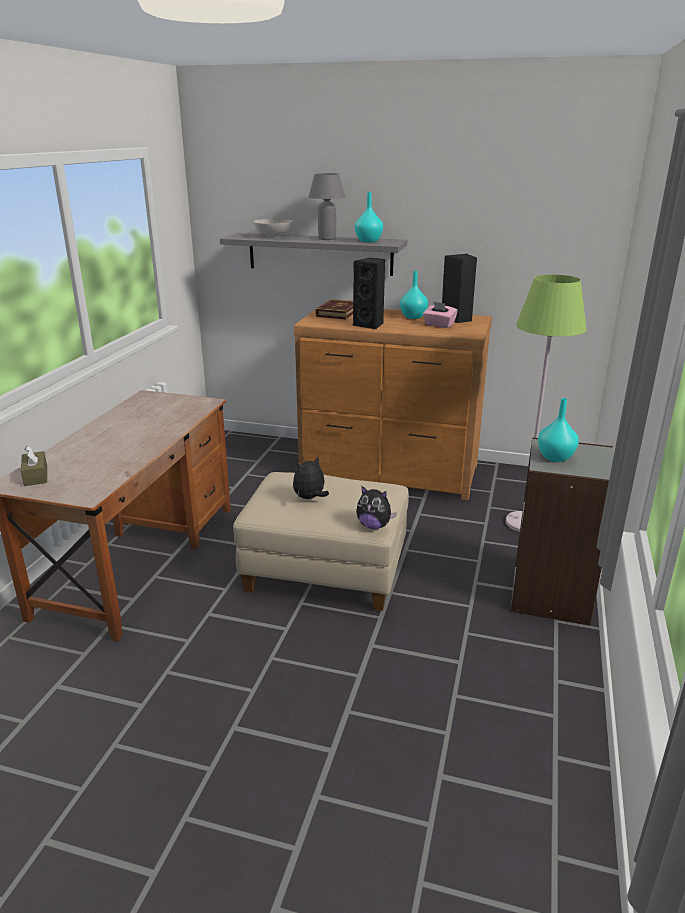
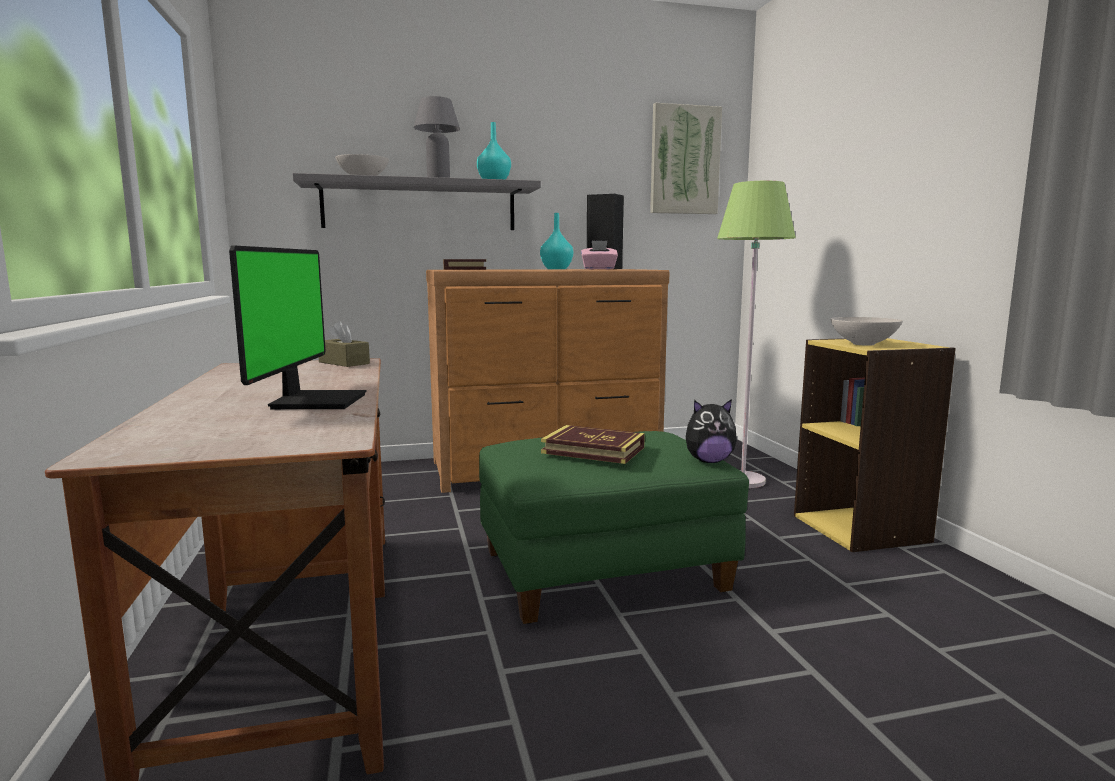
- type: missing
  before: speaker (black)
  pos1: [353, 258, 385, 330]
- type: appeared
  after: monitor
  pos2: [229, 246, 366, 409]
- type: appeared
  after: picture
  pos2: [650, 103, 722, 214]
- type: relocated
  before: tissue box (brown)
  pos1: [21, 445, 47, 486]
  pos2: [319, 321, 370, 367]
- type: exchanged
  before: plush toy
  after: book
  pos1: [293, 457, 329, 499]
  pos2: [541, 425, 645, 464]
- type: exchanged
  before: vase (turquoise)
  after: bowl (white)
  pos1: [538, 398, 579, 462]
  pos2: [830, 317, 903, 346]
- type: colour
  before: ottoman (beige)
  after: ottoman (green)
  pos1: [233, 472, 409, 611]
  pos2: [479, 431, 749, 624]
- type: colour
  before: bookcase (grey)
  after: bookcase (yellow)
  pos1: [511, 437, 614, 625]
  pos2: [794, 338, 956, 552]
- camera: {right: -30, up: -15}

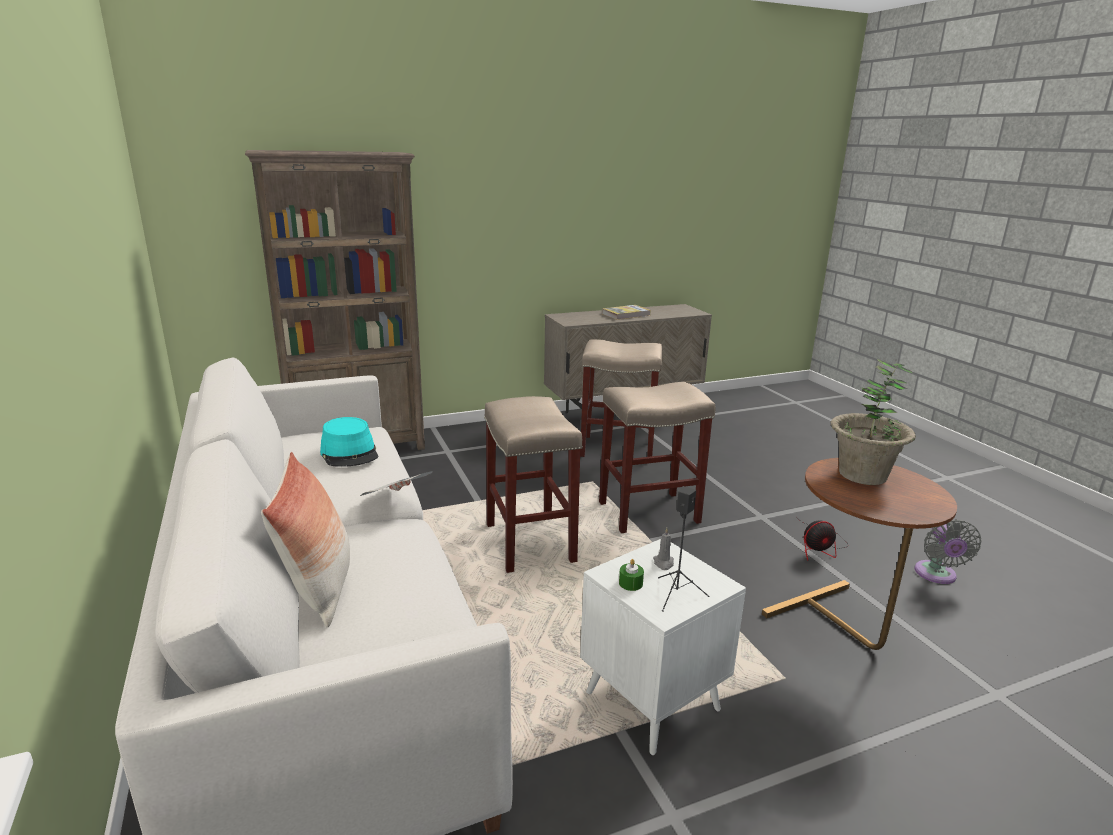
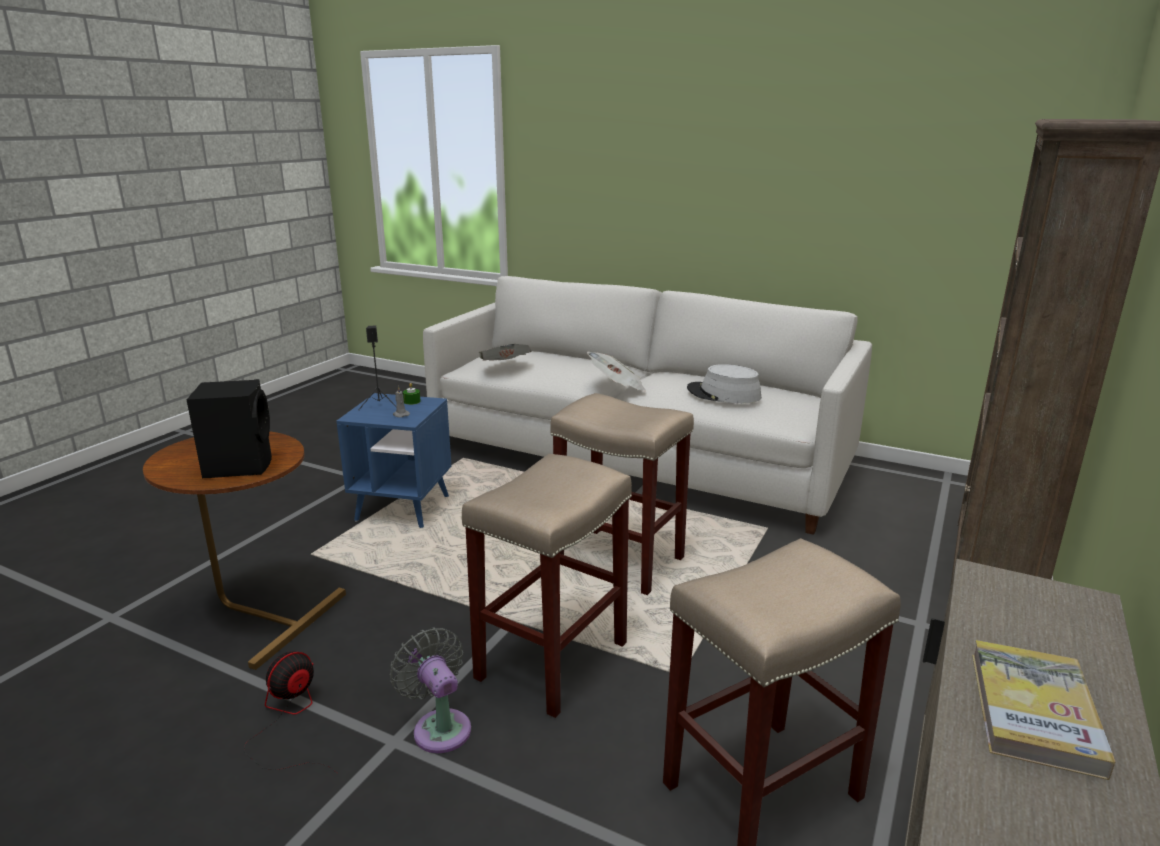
- type: missing
  before: pillow
  pos1: [261, 452, 350, 628]
- type: appeared
  after: newspaper
  pos2: [479, 344, 532, 361]
- type: relocated
  before: fan (grey)
  pos1: [914, 519, 982, 584]
  pos2: [390, 627, 471, 753]
- type: exchanged
  before: potted plant
  after: speaker (black)
  pos1: [830, 358, 916, 485]
  pos2: [187, 379, 272, 478]
- type: colour
  before: hat (turquoise)
  after: hat (grey)
  pos1: [320, 417, 378, 467]
  pos2: [687, 364, 761, 403]
- type: colour
  before: side table (white)
  after: side table (blue)
  pos1: [580, 539, 746, 755]
  pos2: [336, 393, 451, 528]
- camera: {right: 140, up: 0}

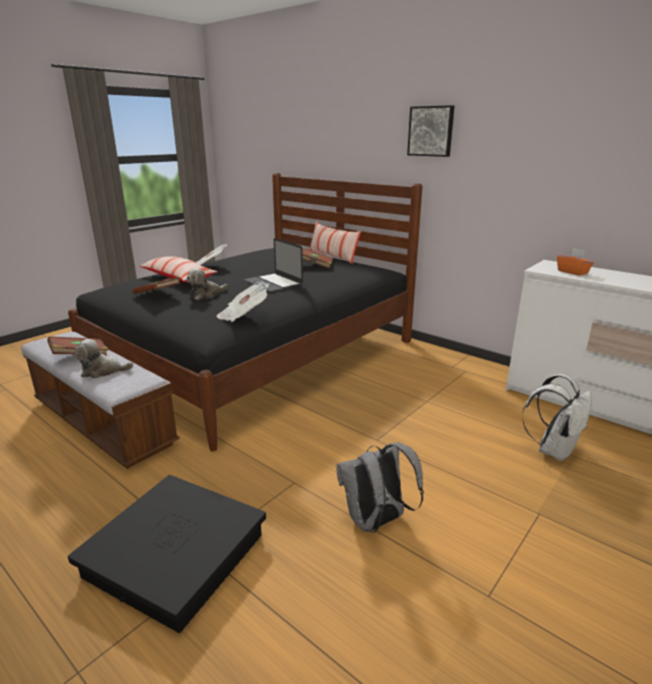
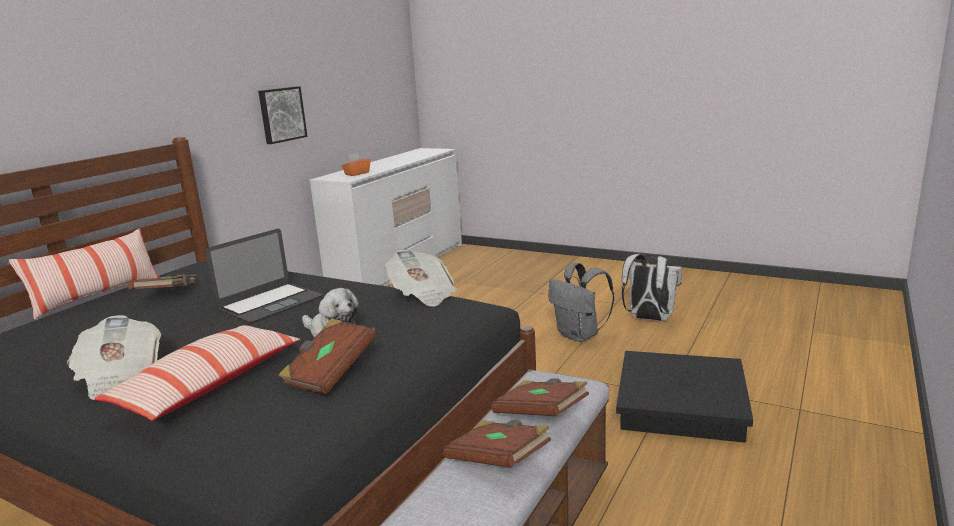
- type: relocated
  before: picture
  pos1: [407, 105, 454, 157]
  pos2: [258, 86, 307, 144]
- type: relocated
  before: backpack (white)
  pos1: [522, 374, 592, 461]
  pos2: [622, 254, 682, 321]
- type: exchanged
  before: plush toy
  after: book (brown)
  pos1: [74, 339, 133, 378]
  pos2: [491, 378, 589, 416]
- camera: {right: -100, up: -5}

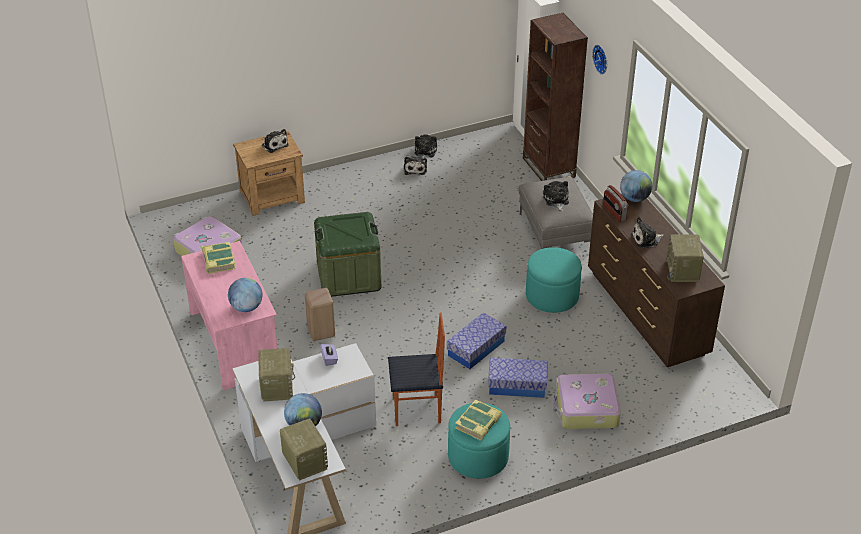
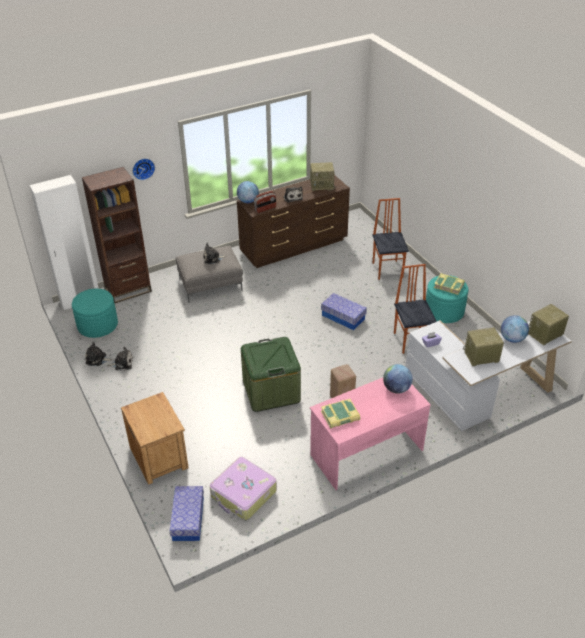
- type: missing
  before: plush toy
  pos1: [262, 129, 289, 153]
- type: relocated
  before: storage box
  pos1: [488, 357, 548, 398]
  pos2: [170, 486, 204, 541]
- type: relocated
  before: ottoman (turquoise)
  pos1: [526, 247, 582, 313]
  pos2: [72, 289, 118, 338]
- type: exchanged
  before: suitcase
  after: chair
  pos1: [553, 373, 621, 429]
  pos2: [373, 198, 409, 280]
- camera: {right: -95, up: 0}

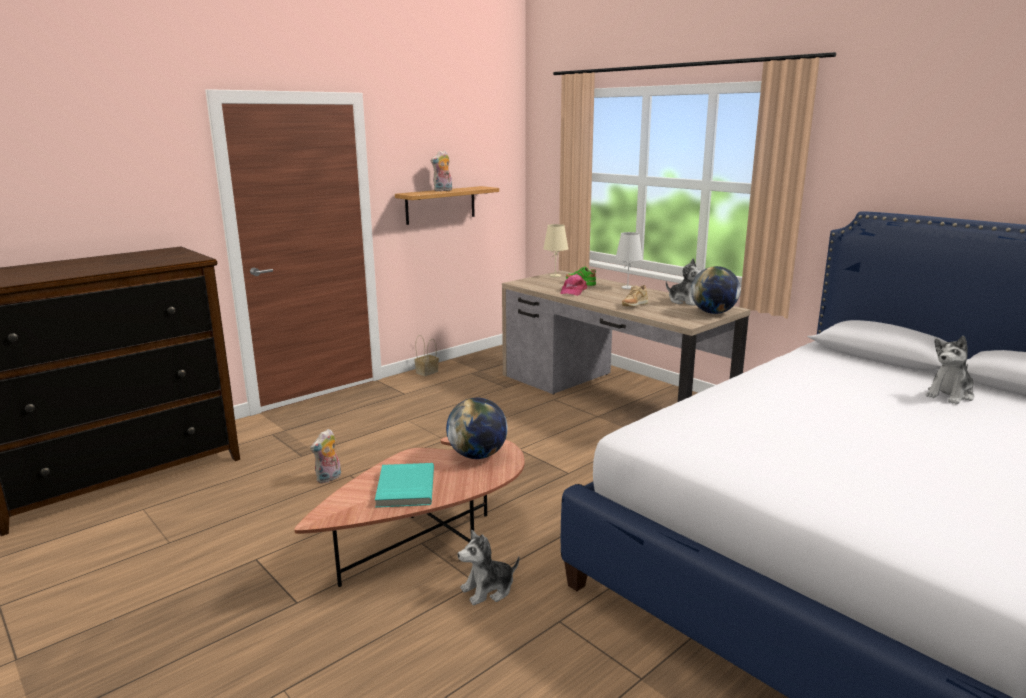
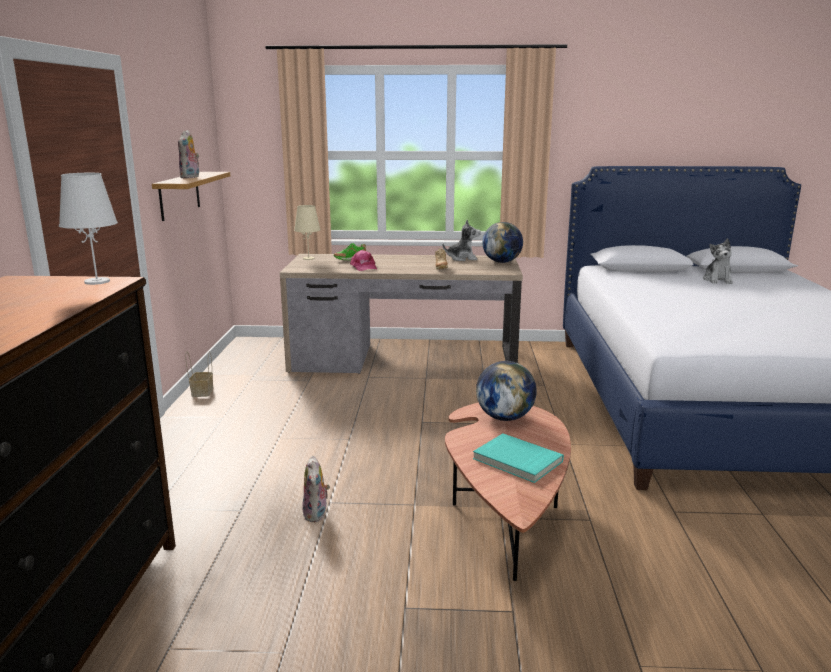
- type: missing
  before: plush toy
  pos1: [458, 530, 519, 605]
- type: relocated
  before: table lamp (white)
  pos1: [615, 232, 643, 289]
  pos2: [59, 173, 118, 285]
- camera: {right: -45, up: 0}

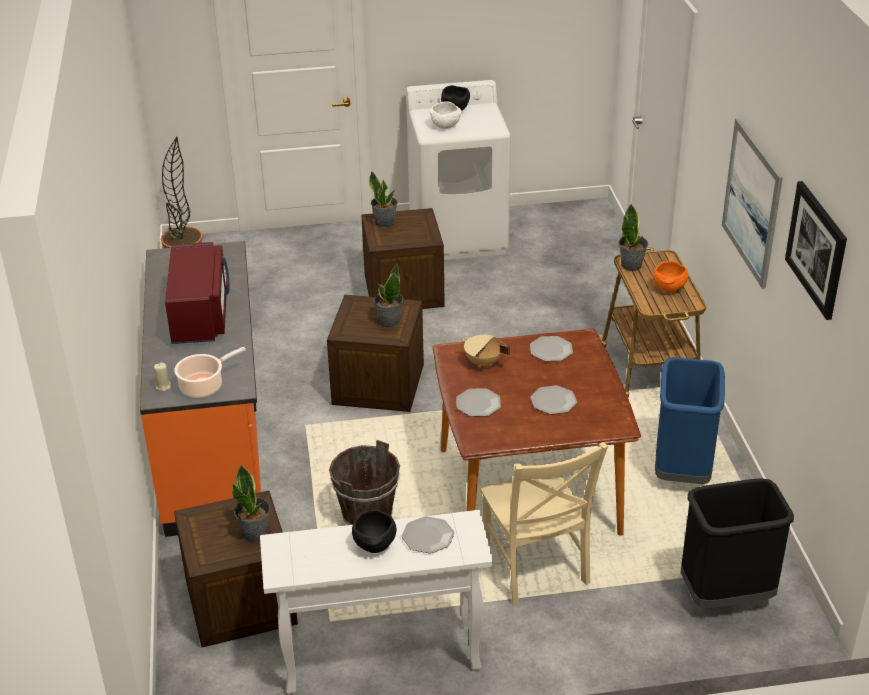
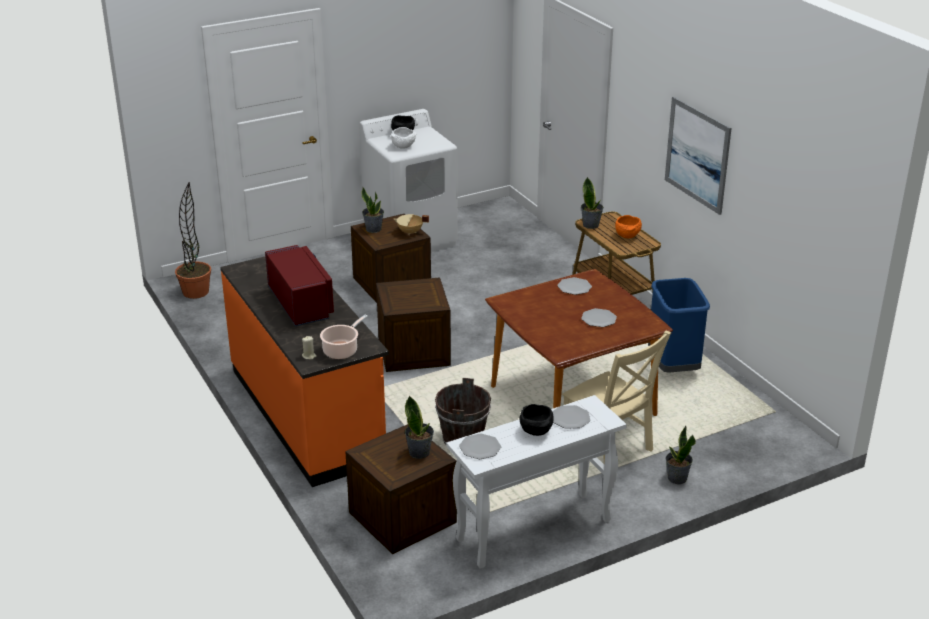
- type: missing
  before: trash can (black)
  pos1: [681, 478, 794, 608]
- type: missing
  before: picture
  pos1: [785, 181, 847, 320]
- type: relocated
  before: potted plant
  pos1: [373, 264, 403, 327]
  pos2: [665, 425, 696, 484]
- type: relocated
  before: plate
  pos1: [456, 388, 501, 416]
  pos2: [459, 434, 501, 459]
- type: relocated
  before: cooking pot (beige)
  pos1: [462, 335, 511, 367]
  pos2: [394, 214, 429, 235]
- camera: {right: -20, up: -5}

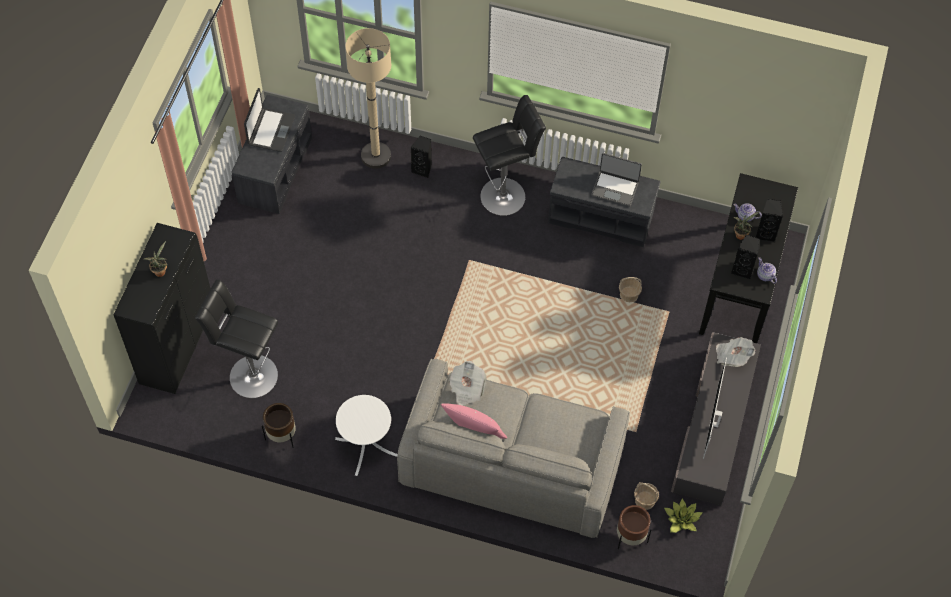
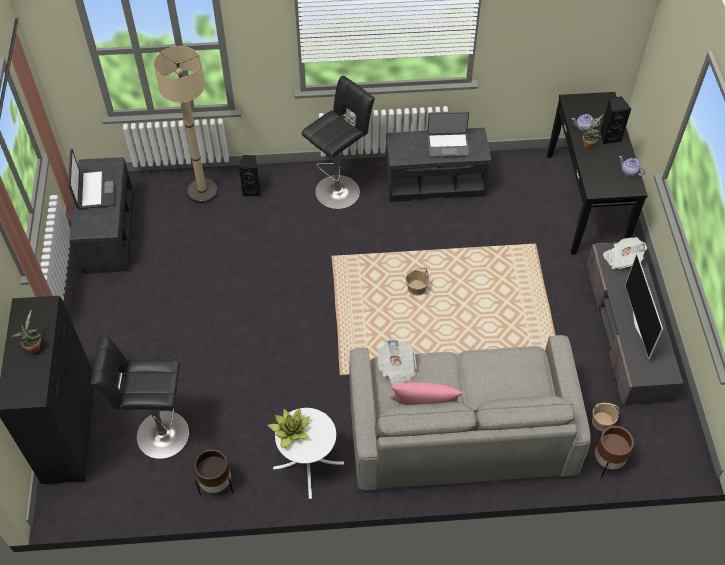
- type: missing
  before: speaker (black)
  pos1: [731, 235, 759, 280]
- type: relocated
  before: basket
  pos1: [619, 277, 642, 302]
  pos2: [406, 267, 429, 296]
- type: relocated
  before: potted plant
  pos1: [664, 499, 703, 533]
  pos2: [268, 408, 310, 448]
- camera: {right: -20, up: -5}

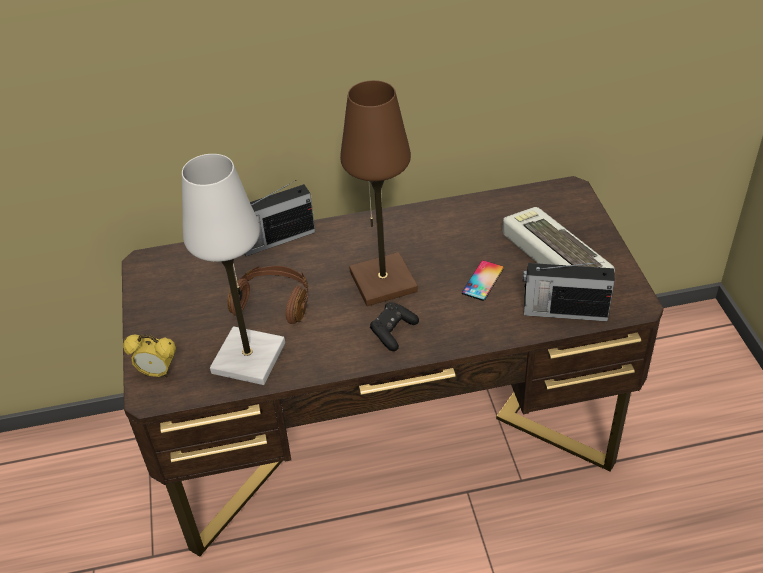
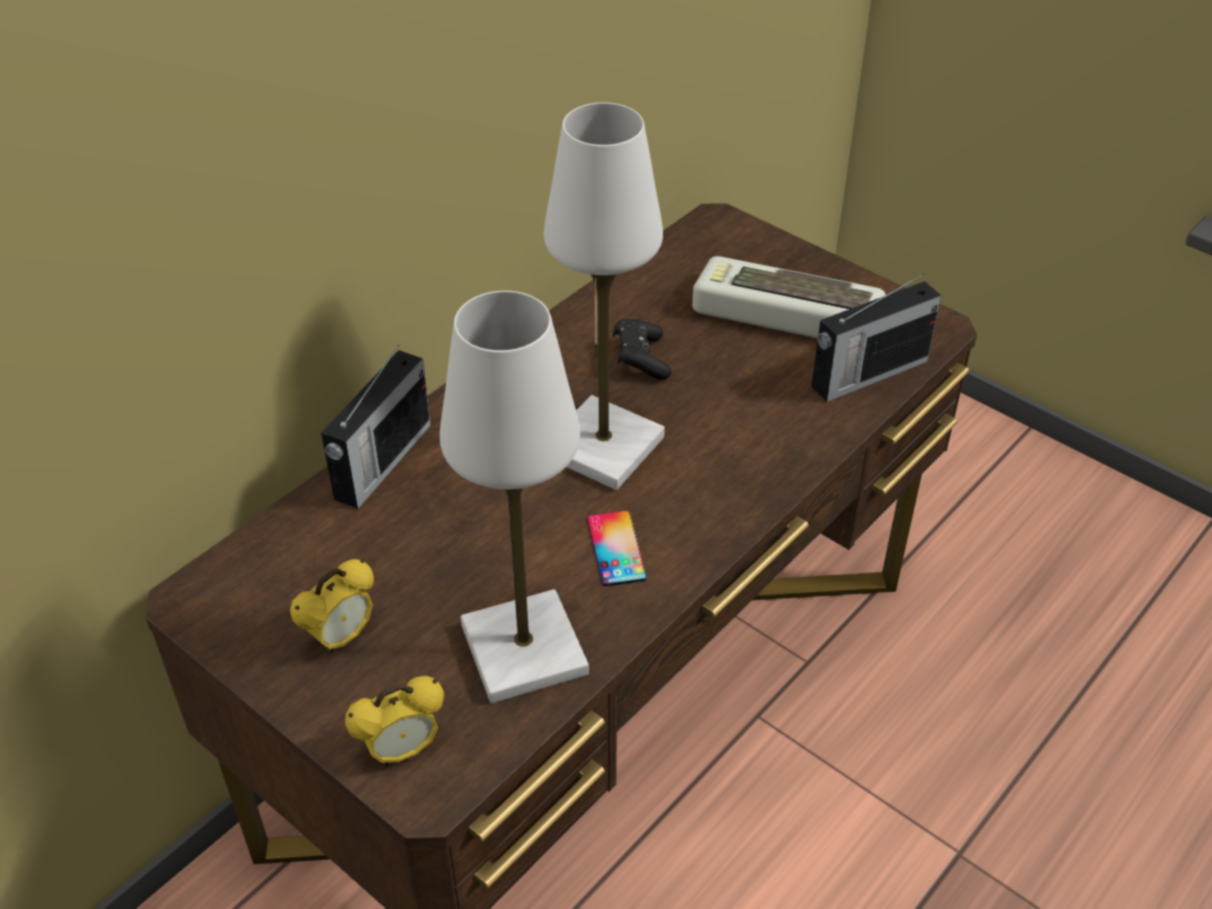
- type: missing
  before: headphones (brown)
  pos1: [227, 266, 308, 324]
- type: appeared
  after: alarm clock
  pos2: [290, 559, 374, 654]
- type: relocated
  before: game controller (black)
  pos1: [370, 302, 419, 351]
  pos2: [613, 319, 671, 380]
- type: relocated
  before: phone
  pos1: [462, 260, 504, 301]
  pos2: [587, 511, 647, 586]
- type: colour
  before: table lamp (brown)
  after: table lamp (white)
  pos1: [340, 80, 418, 306]
  pos2: [544, 103, 665, 490]
- camera: {right: -40, up: 0}

